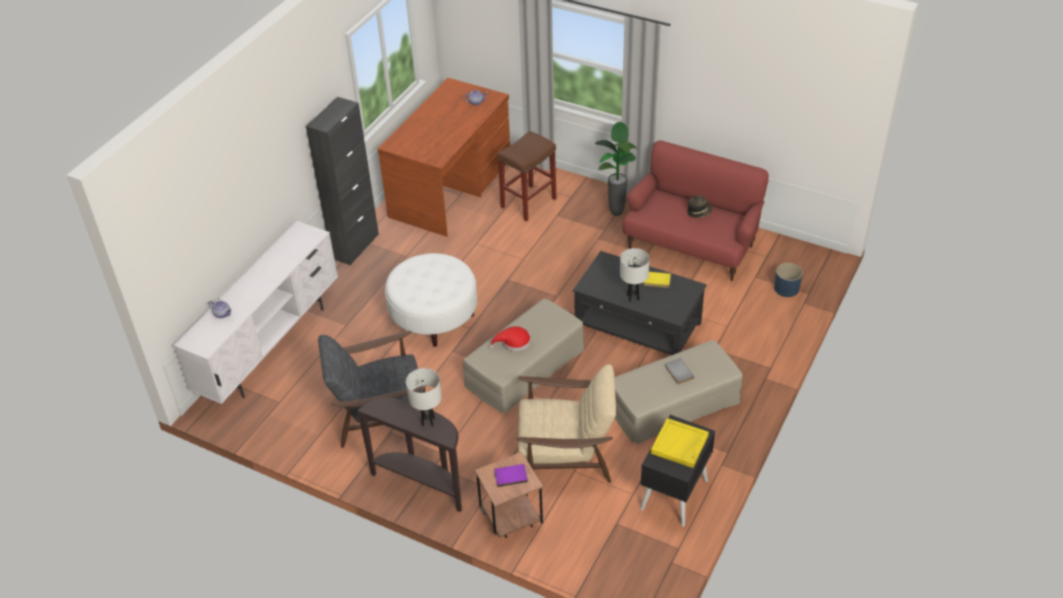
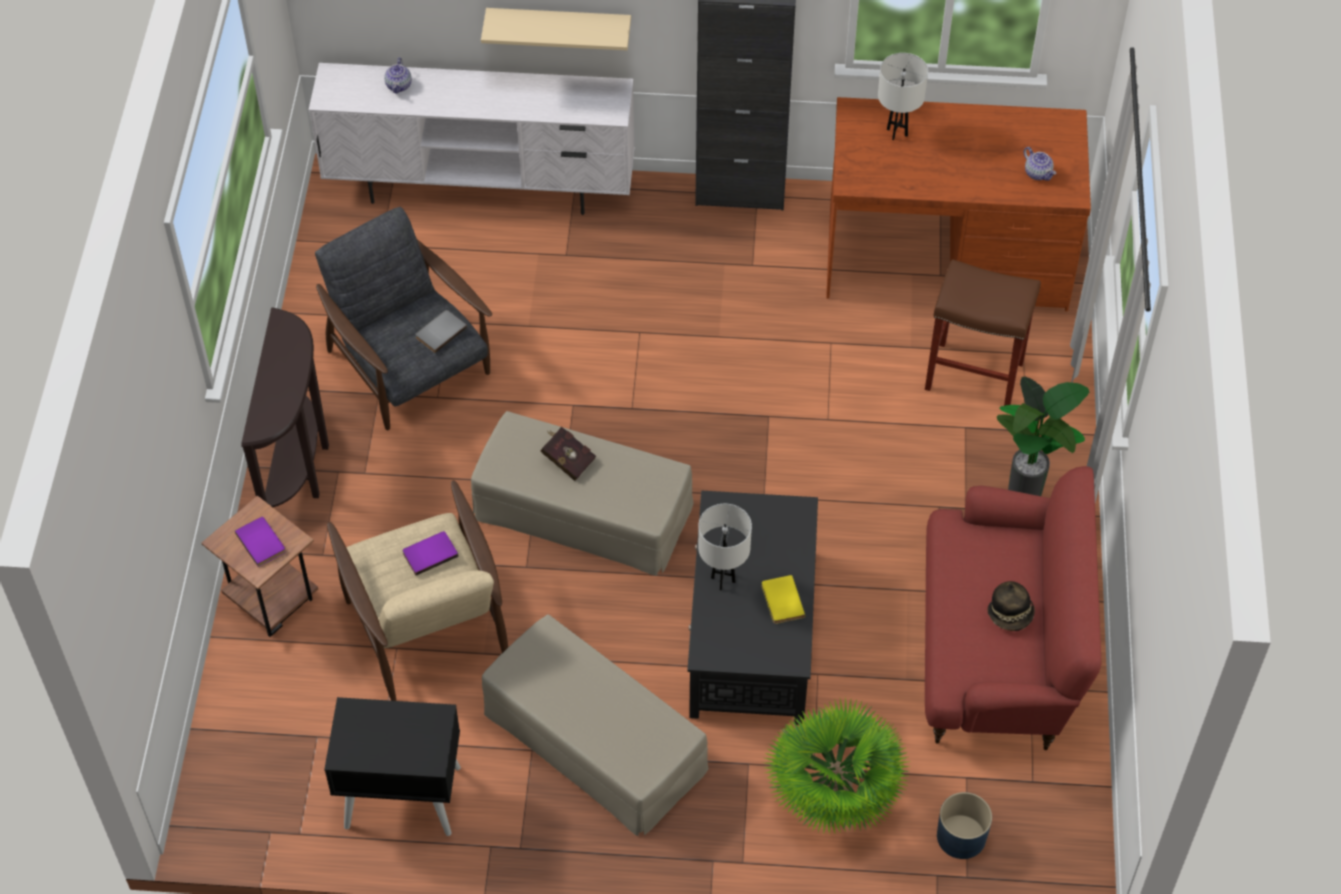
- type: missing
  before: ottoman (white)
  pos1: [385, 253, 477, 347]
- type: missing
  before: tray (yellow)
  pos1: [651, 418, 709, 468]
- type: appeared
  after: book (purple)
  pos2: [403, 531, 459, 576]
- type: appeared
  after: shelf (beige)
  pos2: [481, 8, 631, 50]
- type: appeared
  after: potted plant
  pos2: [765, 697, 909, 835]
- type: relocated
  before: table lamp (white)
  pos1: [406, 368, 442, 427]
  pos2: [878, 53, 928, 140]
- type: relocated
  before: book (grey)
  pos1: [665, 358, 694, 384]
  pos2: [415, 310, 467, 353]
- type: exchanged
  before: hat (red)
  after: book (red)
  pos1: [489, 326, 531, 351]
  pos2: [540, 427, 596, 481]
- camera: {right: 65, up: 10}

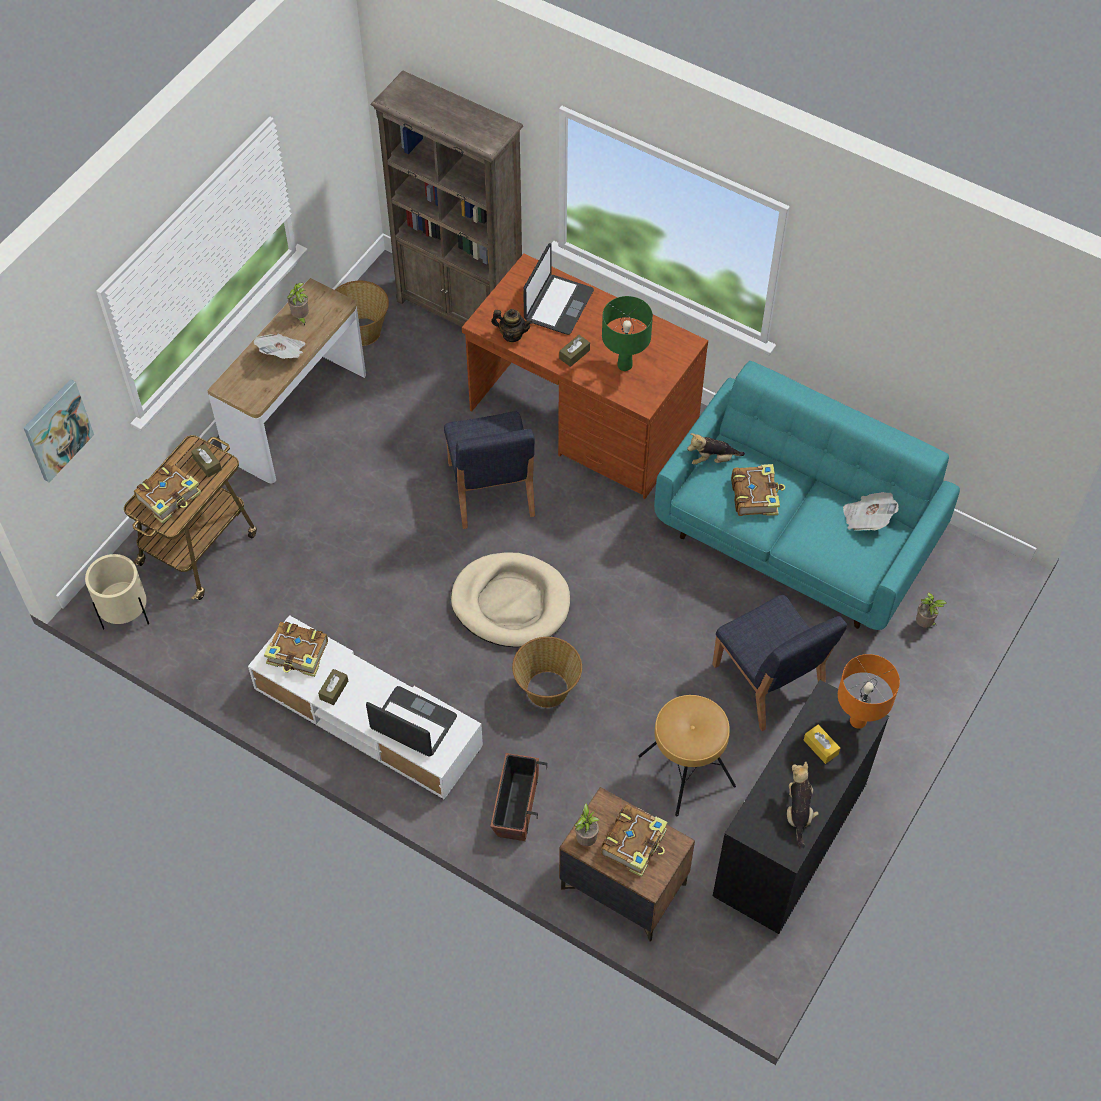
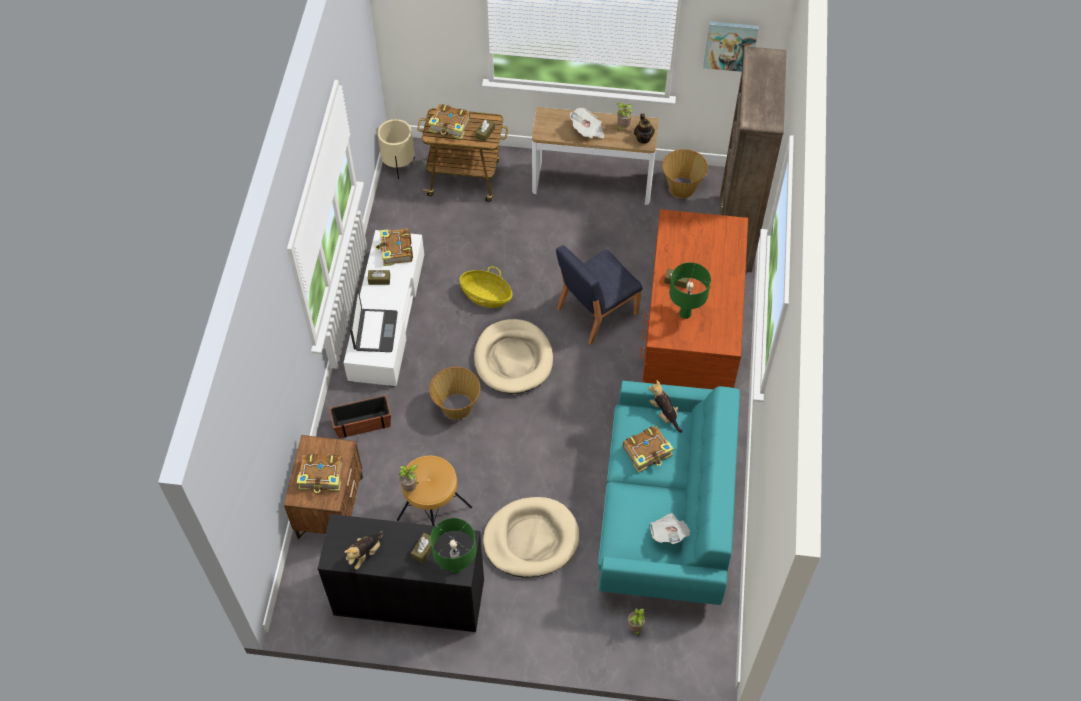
- type: missing
  before: laptop
  pos1: [523, 243, 594, 335]
- type: appeared
  after: basket
  pos2: [460, 266, 512, 308]
- type: relocated
  before: picture
  pos1: [24, 379, 94, 482]
  pos2: [703, 21, 759, 72]
- type: relocated
  before: teapot
  pos1: [491, 309, 532, 342]
  pos2: [634, 114, 655, 144]
- type: relocated
  before: potted plant
  pos1: [575, 803, 599, 846]
  pos2: [399, 465, 418, 492]
- type: exchanged
  before: chair (blue)
  after: dog bed (beige)
  pos1: [712, 595, 847, 731]
  pos2: [483, 497, 579, 578]
- type: colour
  before: tissue box (yellow)
  after: tissue box (brown)
  pos1: [804, 724, 840, 764]
  pos2: [411, 533, 436, 563]
- type: colour
  before: table lamp (orange)
  after: table lamp (green)
  pos1: [838, 654, 900, 729]
  pos2: [430, 518, 476, 573]
- type: spun
  before: plush toy
  pos1: [787, 761, 819, 848]
  pos2: [344, 531, 384, 570]
  turn: 150
- camera: {right: 65, up: 0}

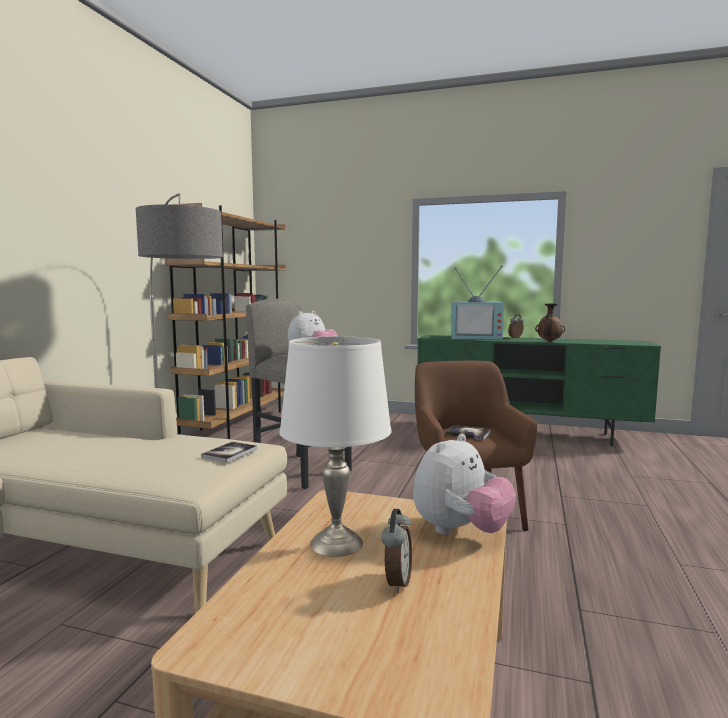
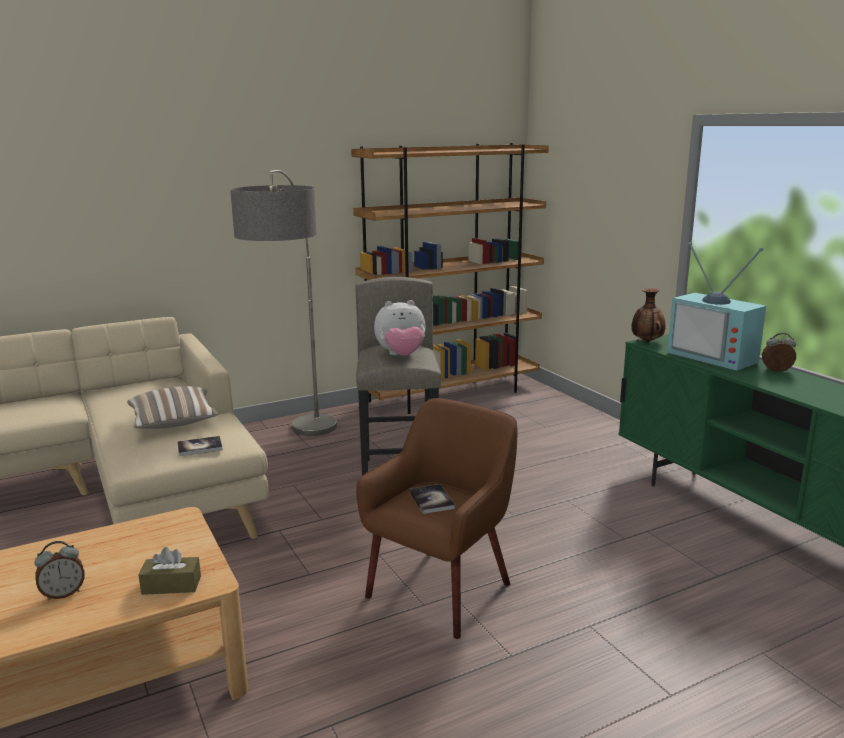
- type: missing
  before: table lamp (white)
  pos1: [279, 336, 392, 557]
- type: appeared
  after: pillow
  pos2: [127, 386, 218, 429]
- type: relocated
  before: vase
  pos1: [535, 303, 565, 342]
  pos2: [631, 288, 666, 342]
- type: exchanged
  before: plush toy
  after: tissue box (brown)
  pos1: [413, 434, 516, 535]
  pos2: [139, 547, 201, 595]
- camera: {right: 45, up: 10}

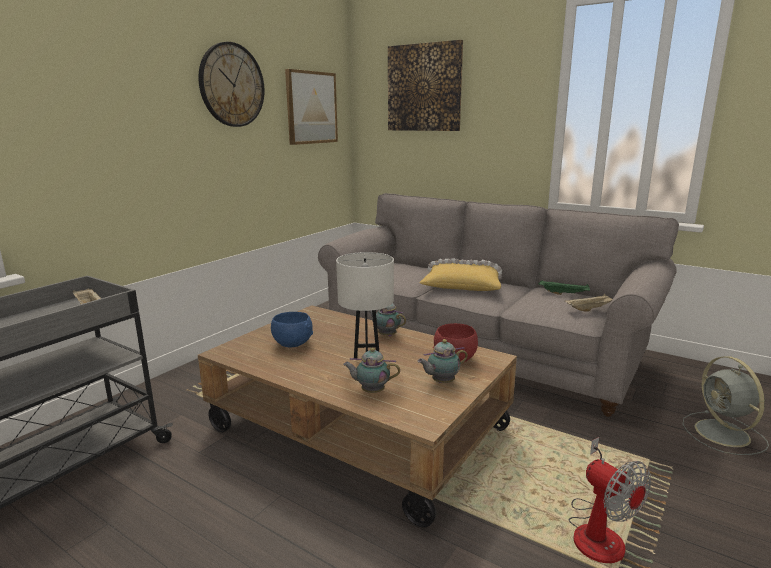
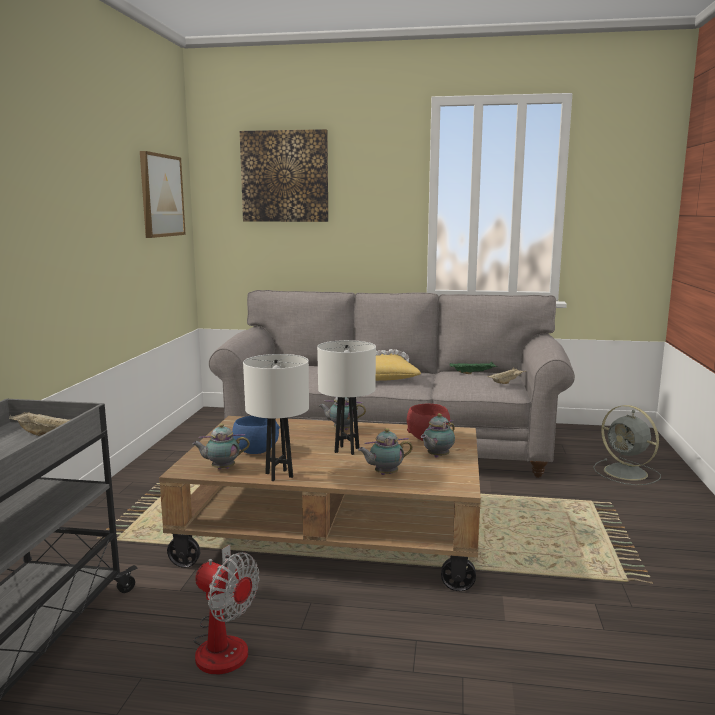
- type: missing
  before: wall clock
  pos1: [199, 42, 264, 127]
- type: appeared
  after: teapot
  pos2: [192, 424, 250, 469]
- type: appeared
  after: table lamp (white)
  pos2: [243, 354, 309, 481]
- type: relocated
  before: fan
  pos1: [568, 437, 651, 563]
  pos2: [193, 545, 259, 674]
- camera: {right: -25, up: -5}

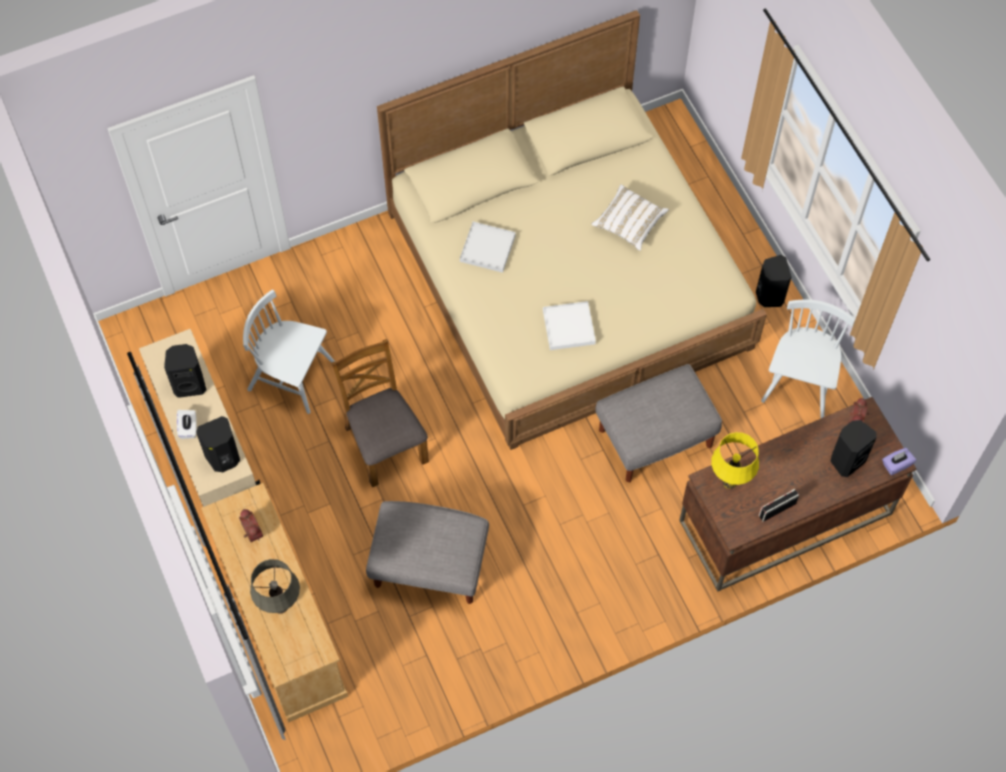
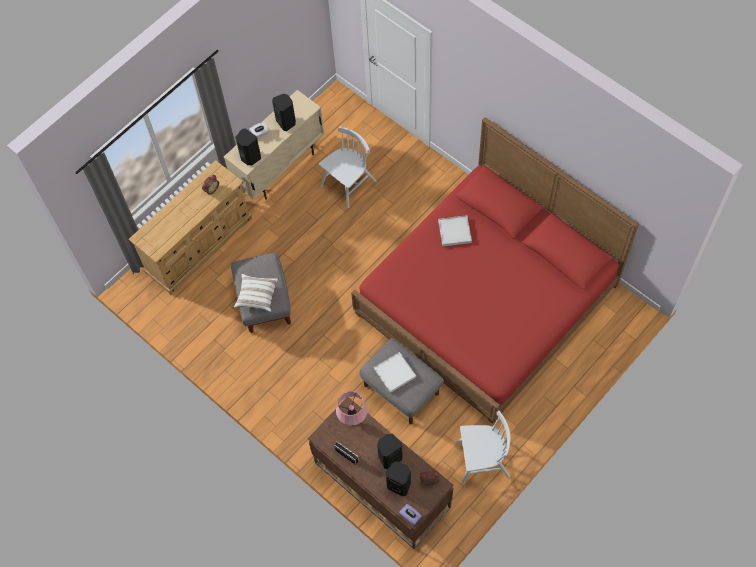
- type: missing
  before: table lamp (grey)
  pos1: [250, 559, 300, 614]
- type: missing
  before: chair (brown)
  pos1: [331, 339, 429, 487]
- type: relocated
  before: tray (white)
  pos1: [543, 301, 596, 350]
  pos2: [374, 352, 416, 393]
- type: relocated
  before: pillow (white)
  pos1: [592, 184, 669, 251]
  pos2: [234, 274, 278, 312]
- type: relocated
  before: speaker (black)
  pos1: [756, 255, 792, 307]
  pos2: [377, 434, 403, 469]
- type: colour
  before: bed (beige)
  after: bed (red)
  pos1: [377, 10, 767, 450]
  pos2: [351, 117, 639, 424]
- type: colour
  before: table lamp (yellow)
  after: table lamp (pink)
  pos1: [711, 432, 759, 489]
  pos2: [336, 391, 367, 426]
- type: spun
  before: chair (white)
  pos1: [243, 289, 335, 414]
  pos2: [319, 126, 376, 208]
  turn: 45
- camera: {right: 70, up: 0}

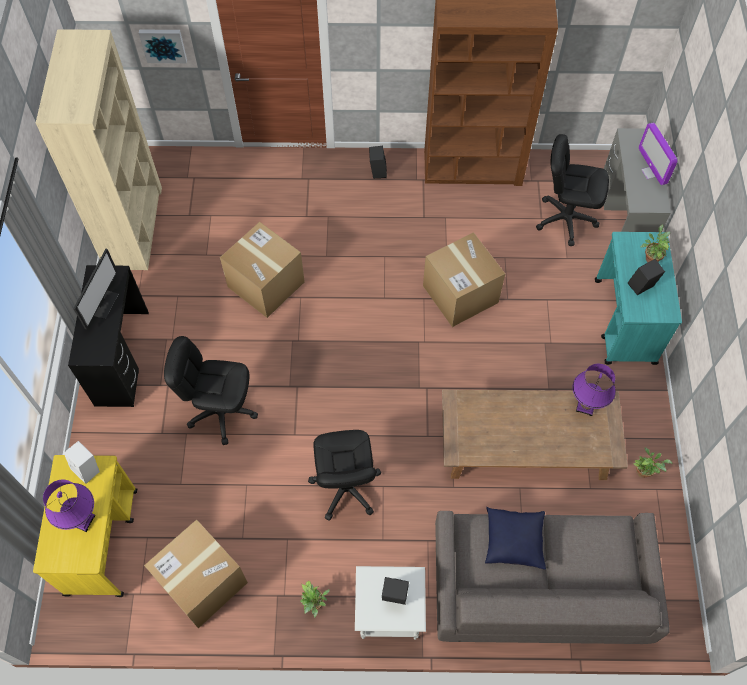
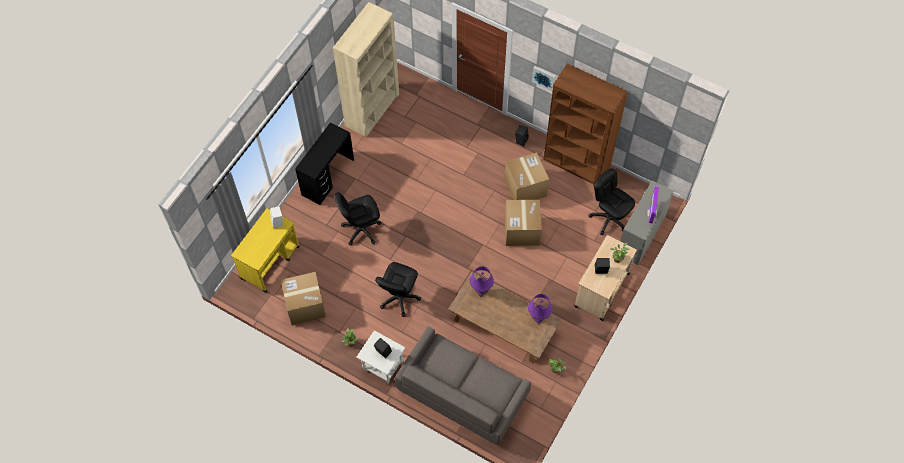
- type: missing
  before: monitor
  pos1: [73, 249, 119, 329]
- type: missing
  before: pillow (blue)
  pos1: [485, 507, 546, 569]
- type: relocated
  before: table lamp (purple)
  pos1: [43, 480, 96, 532]
  pos2: [470, 266, 494, 297]
- type: relocated
  before: picture
  pos1: [139, 29, 187, 63]
  pos2: [532, 66, 556, 92]
- type: relocated
  before: cardboard box
  pos1: [220, 222, 305, 318]
  pos2: [504, 152, 549, 200]
- type: colour
  before: cart (turquoise)
  after: cart (beige)
  pos1: [595, 232, 682, 365]
  pos2: [574, 235, 637, 321]
- type: spun
  before: office chair (black)
  pos1: [164, 336, 258, 445]
  pos2: [335, 192, 382, 246]
  turn: -60
- camera: {right: 30, up: 0}

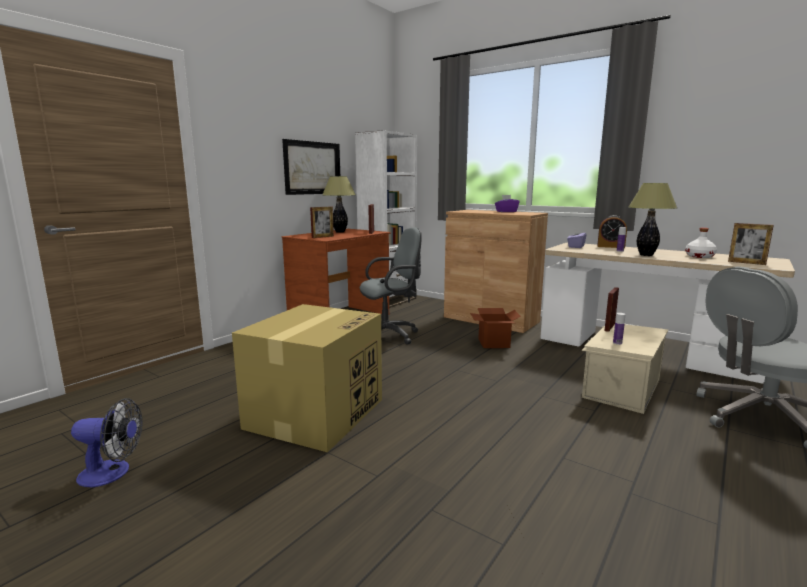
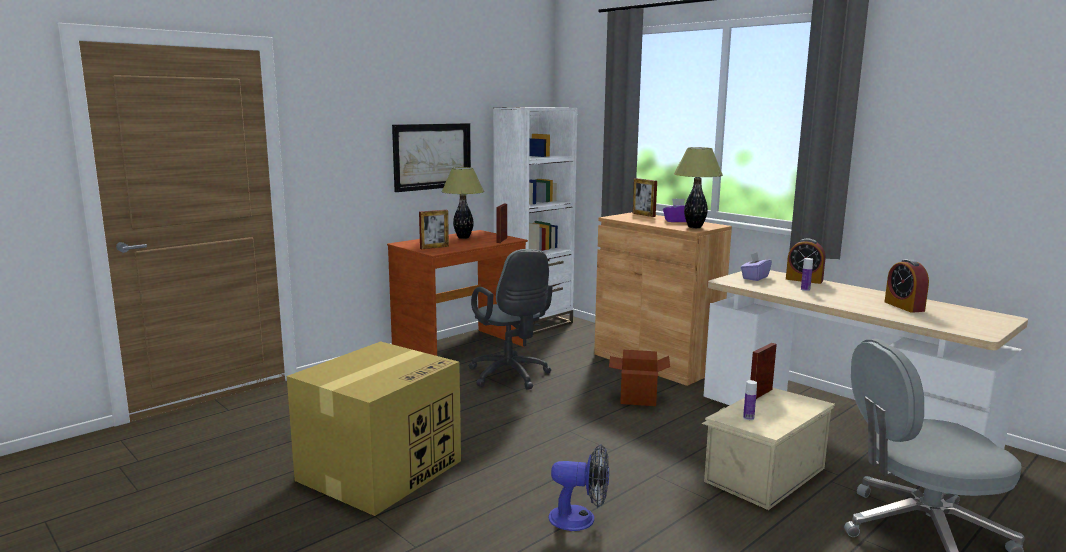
- type: relocated
  before: fan
  pos1: [71, 398, 143, 487]
  pos2: [549, 444, 609, 531]
- type: relocated
  before: table lamp
  pos1: [628, 183, 677, 256]
  pos2: [674, 147, 723, 228]
- type: relocated
  before: picture frame
  pos1: [728, 223, 774, 265]
  pos2: [633, 178, 657, 217]
- type: exchanged
  before: bottle (white)
  after: alarm clock
  pos1: [685, 228, 717, 258]
  pos2: [884, 259, 929, 313]
- type: spun
  before: office chair (grey)
  pos1: [360, 227, 422, 345]
  pos2: [468, 249, 553, 390]
  turn: 75
- camera: {right: 10, up: 0}

